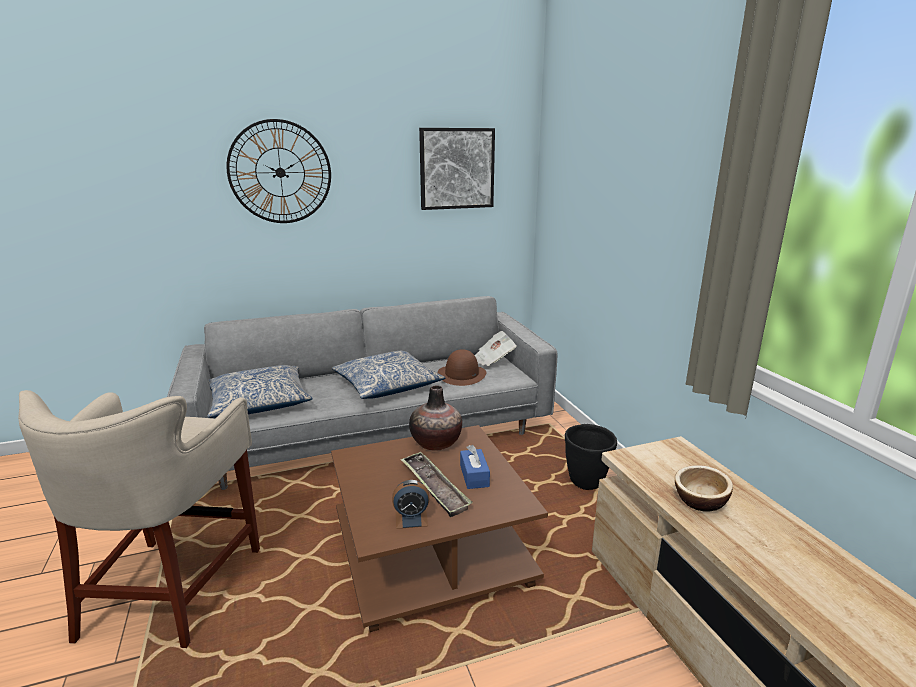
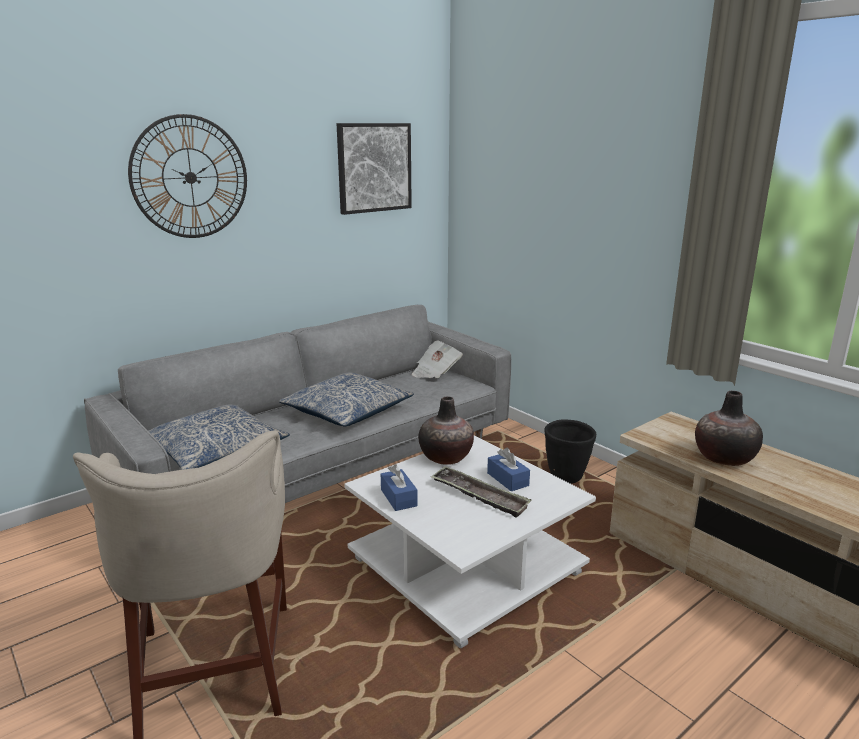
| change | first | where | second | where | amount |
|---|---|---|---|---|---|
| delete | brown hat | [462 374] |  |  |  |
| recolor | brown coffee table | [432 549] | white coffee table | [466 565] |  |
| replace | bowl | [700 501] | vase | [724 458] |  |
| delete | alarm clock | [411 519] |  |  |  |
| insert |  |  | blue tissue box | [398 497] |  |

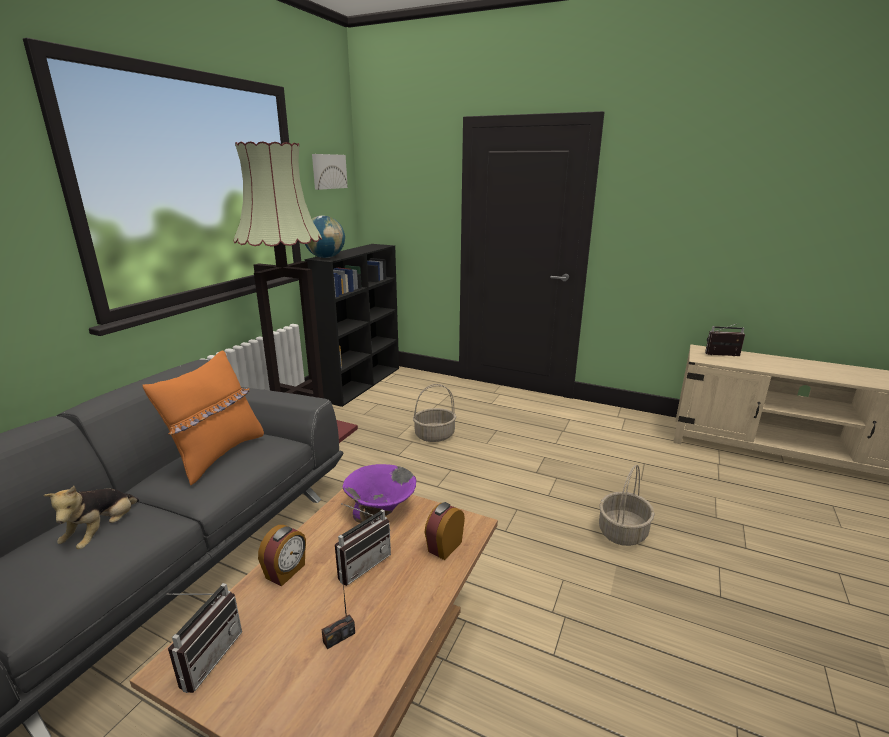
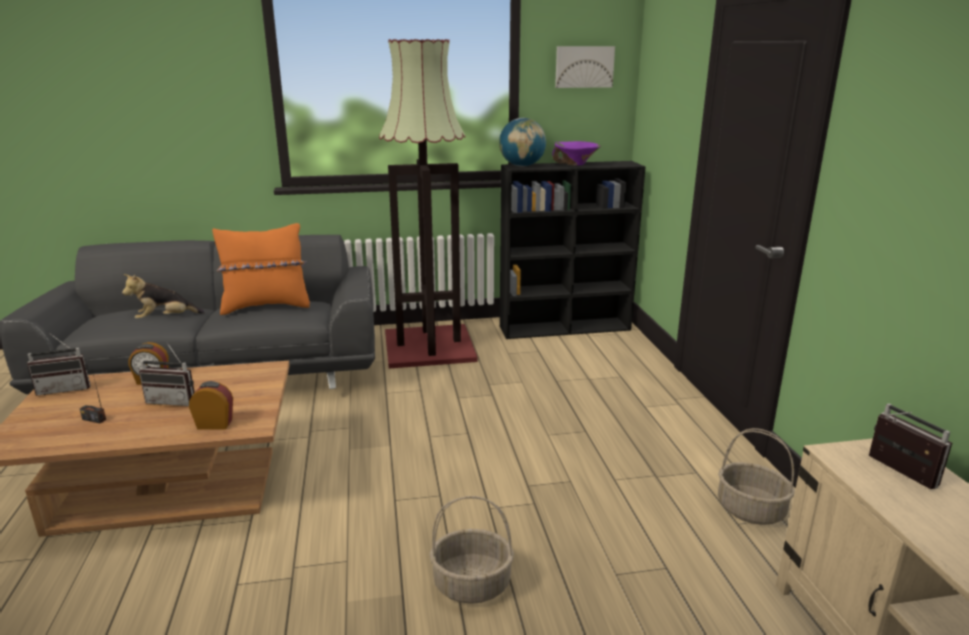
| change | first | where | second | where | amount |
|---|---|---|---|---|---|
| move | basket | [435 435] |  | [751 510] |  |
| move | purple bowl | [381 509] |  | [575 164] |  |

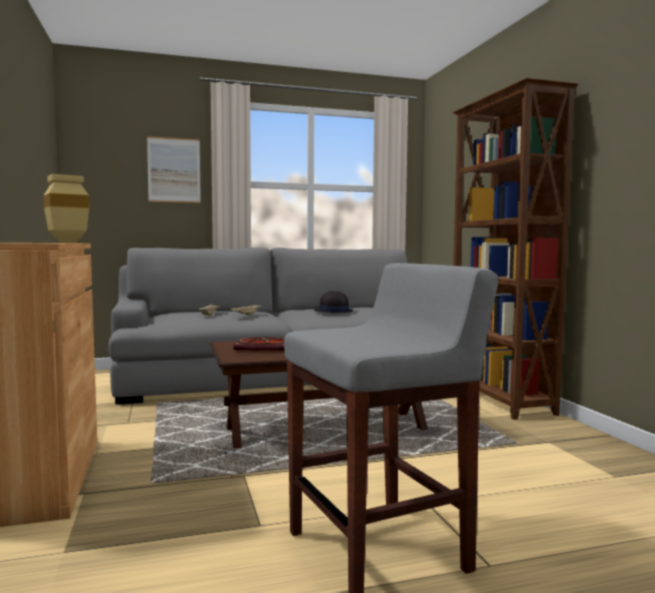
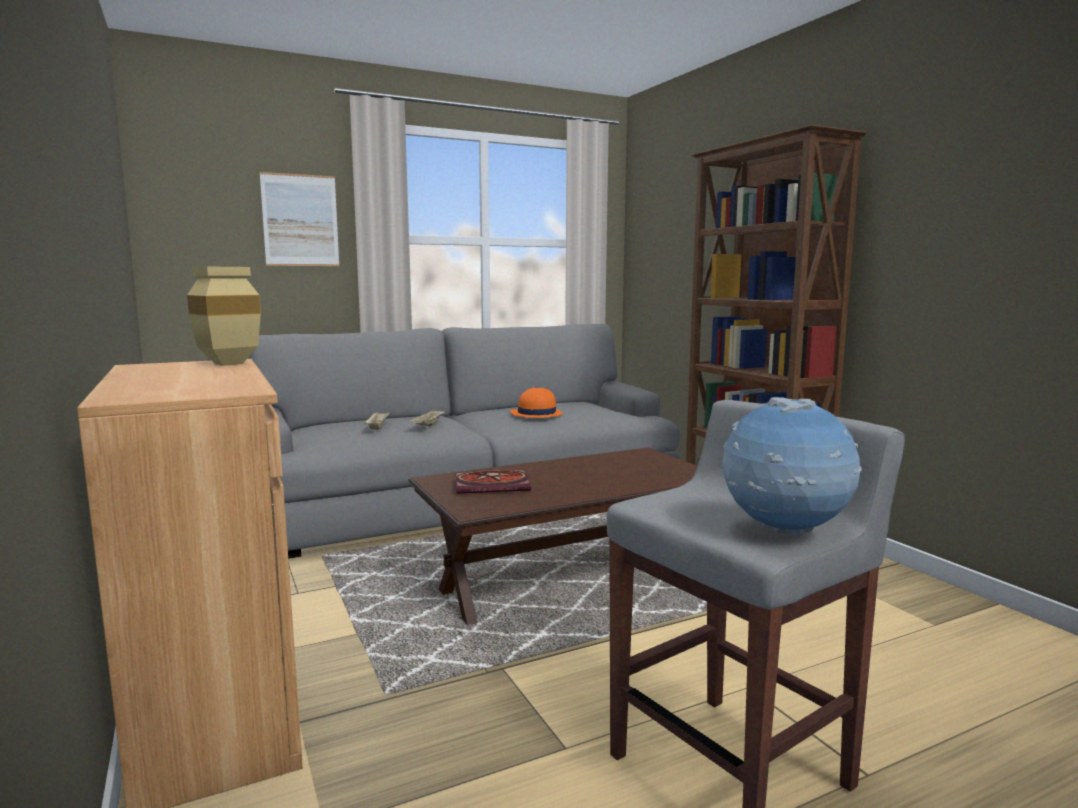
| change | first | where | second | where | amount |
|---|---|---|---|---|---|
| recolor | black hat | [333 311] | orange hat | [536 414] |  |
| insert |  |  | globe | [784 533] |  |

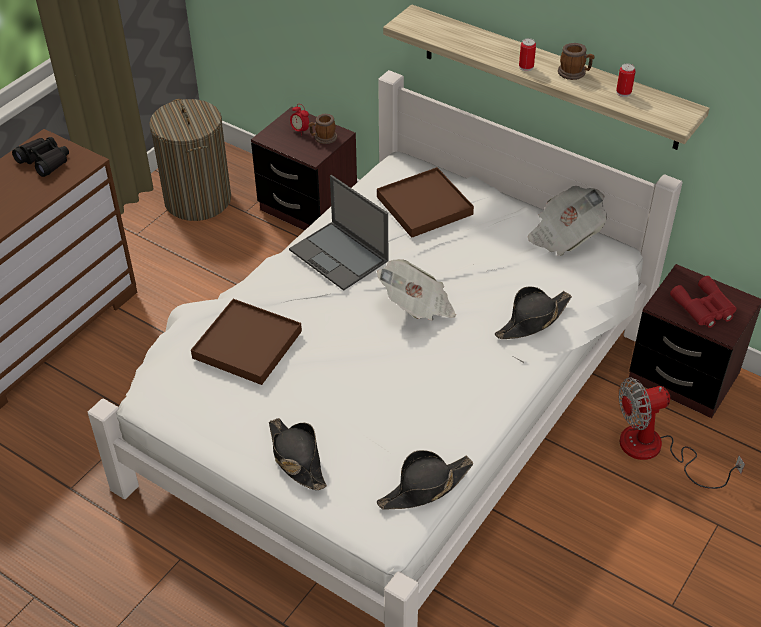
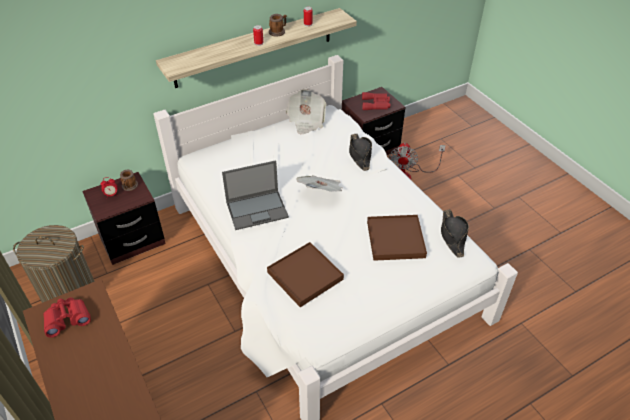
| change | first | where | second | where | amount |
|---|---|---|---|---|---|
| recolor | black binoculars | [44 161] | red binoculars | [67 319] |  |
| move | brown tray | [424 205] |  | [395 239] |  |
| delete | black hat | [296 458] |  |  |  |

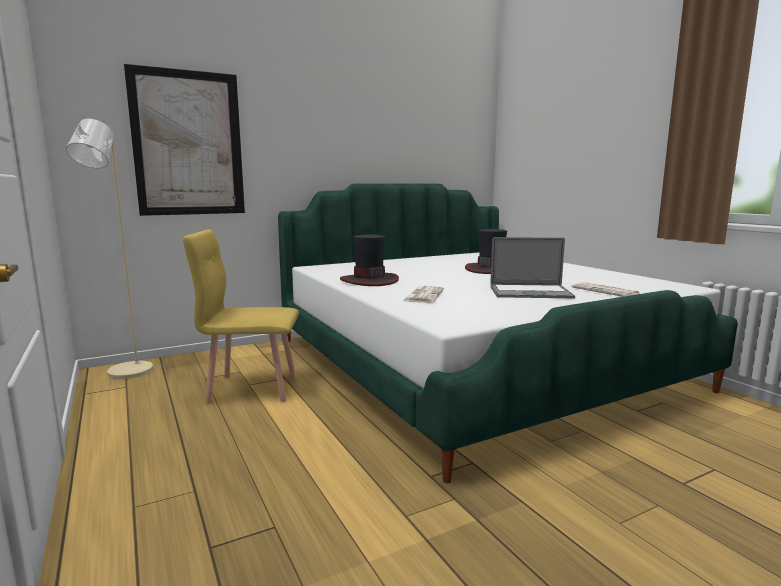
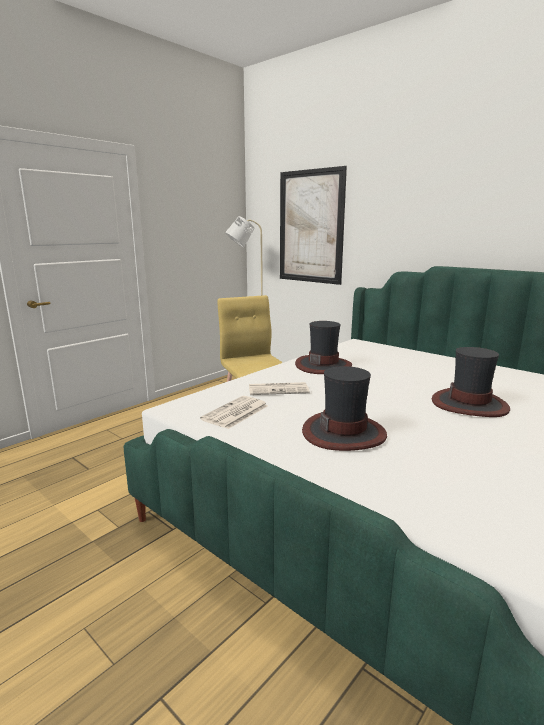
| change | first | where | second | where | amount |
|---|---|---|---|---|---|
| replace | laptop | [530 292] | hat | [344 433] |  |
| move | newspaper | [606 291] |  | [235 413] |  |

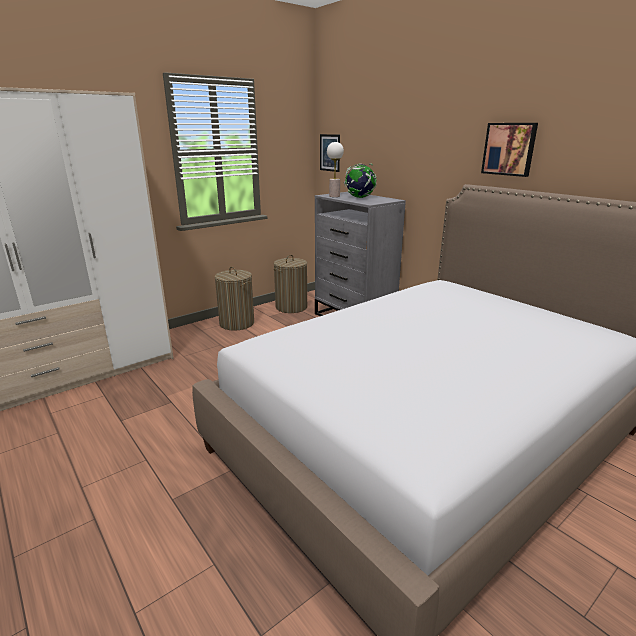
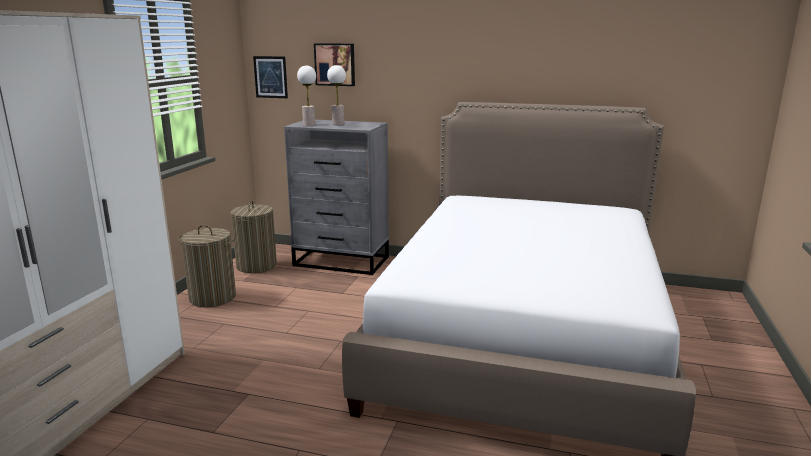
| change | first | where | second | where | amount |
|---|---|---|---|---|---|
| move | picture | [509 149] |  | [335 64] |  |
| replace | globe | [359 197] | table lamp | [338 124] |  |

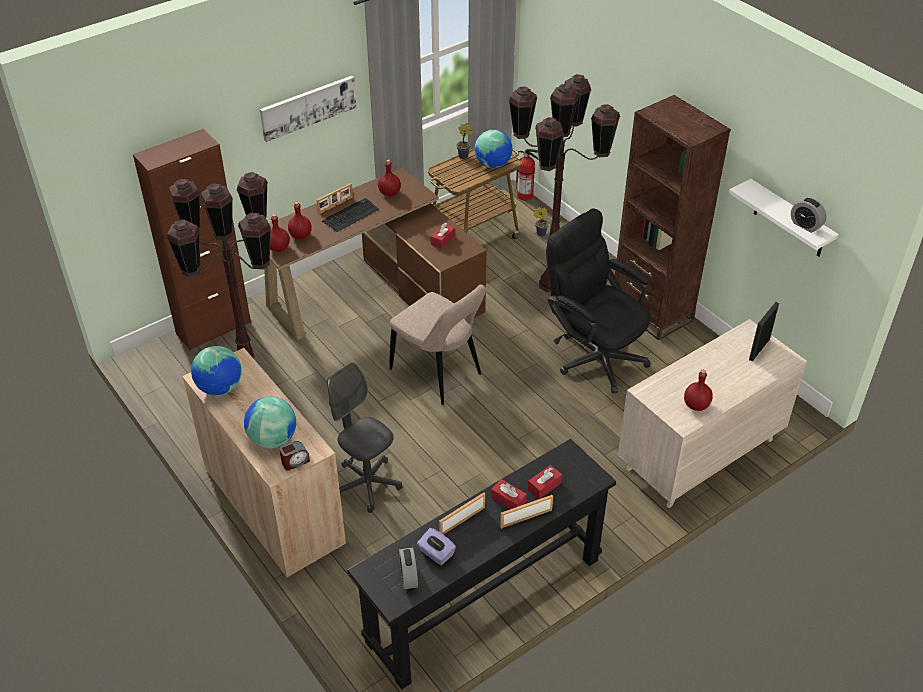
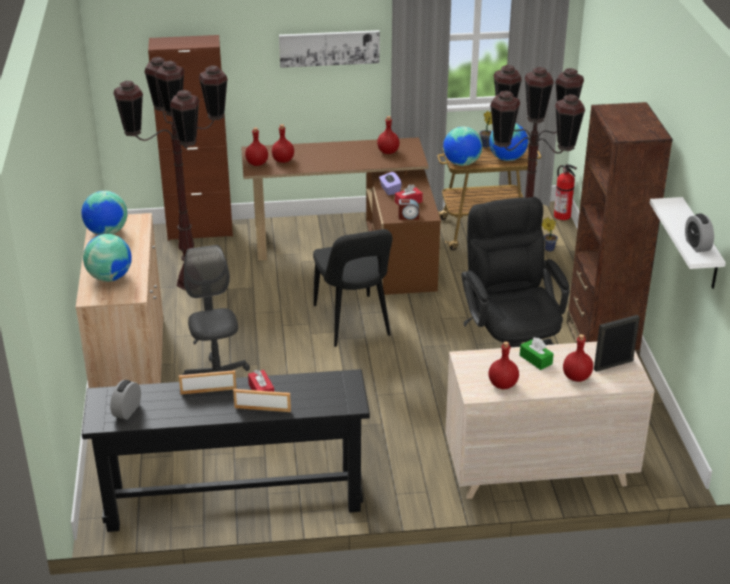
| change | first | where | second | where | amount |
|---|---|---|---|---|---|
| delete | picture frame | [336 205] |  |  |  |
| delete | keyboard | [350 215] |  |  |  |
| recolor | beige chair | [439 374] | black chair | [353 323] |  |
| move | alarm clock | [295 462] |  | [408 217] |  |
| delete | red tissue box | [544 486] |  |  |  |
| move | purple tissue box | [436 553] |  | [390 190] |  |
| insert |  |  | globe | [461 163] |  |
| insert |  |  | red bottle | [576 377] |  |
| insert |  |  | green tissue box | [535 359] |  |

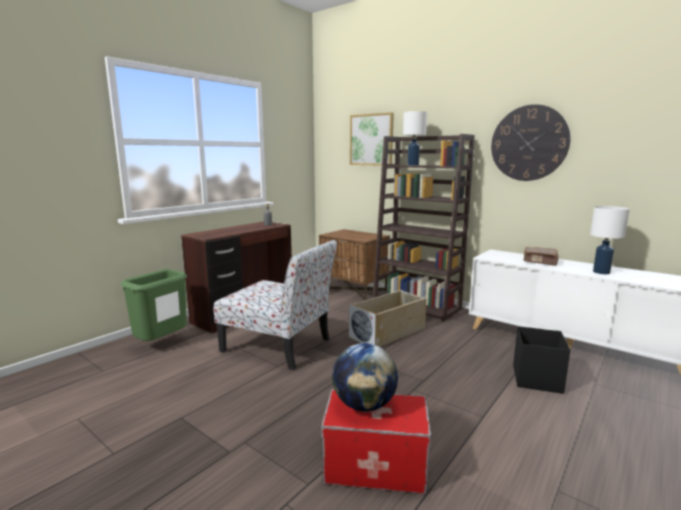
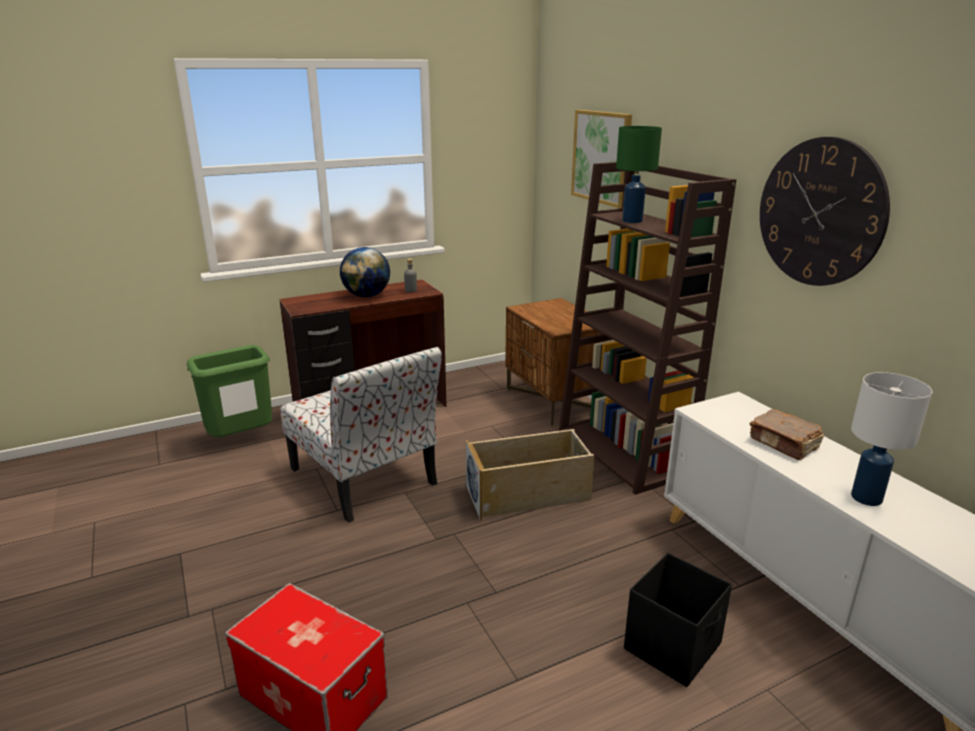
| change | first | where | second | where | amount |
|---|---|---|---|---|---|
| recolor | white table lamp | [413 165] | green table lamp | [631 221] |  |
| move | globe | [364 405] |  | [367 296] |  |

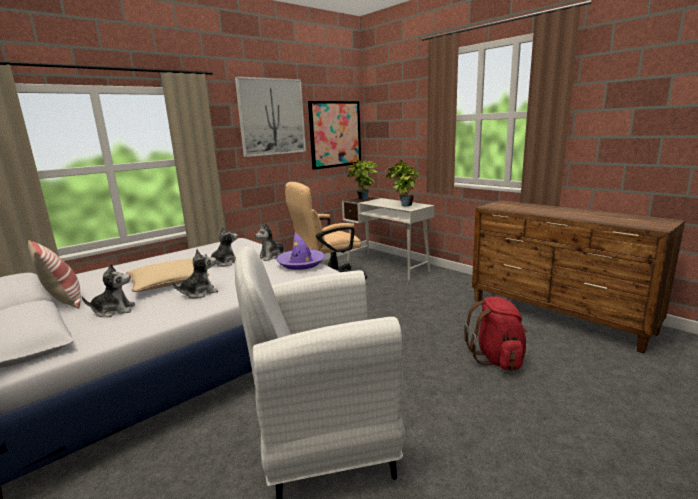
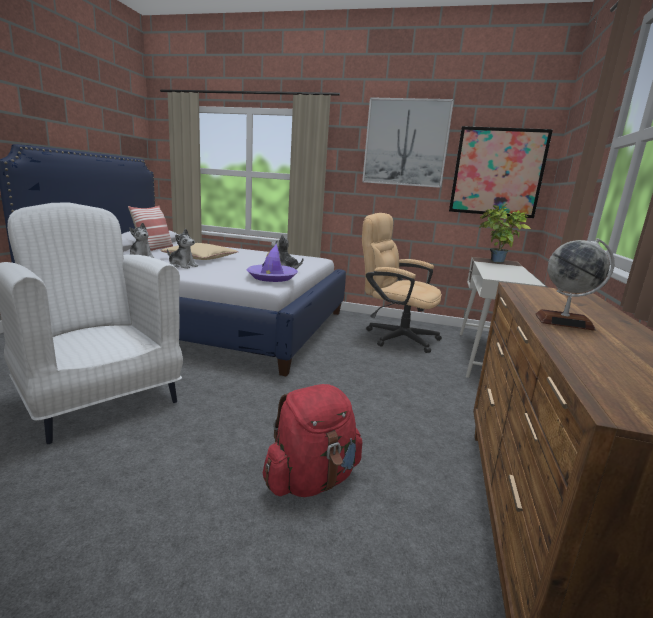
| change | first | where | second | where | amount |
|---|---|---|---|---|---|
| delete | potted plant | [403 205] |  |  |  |
| delete | plush toy | [224 263] |  |  |  |
| insert |  |  | globe | [564 322] |  |

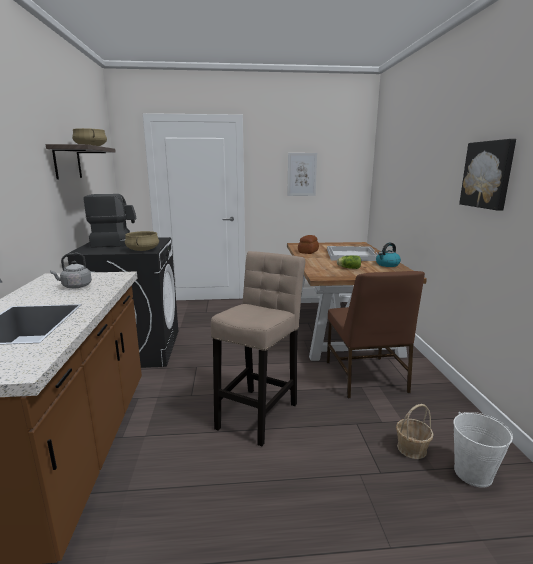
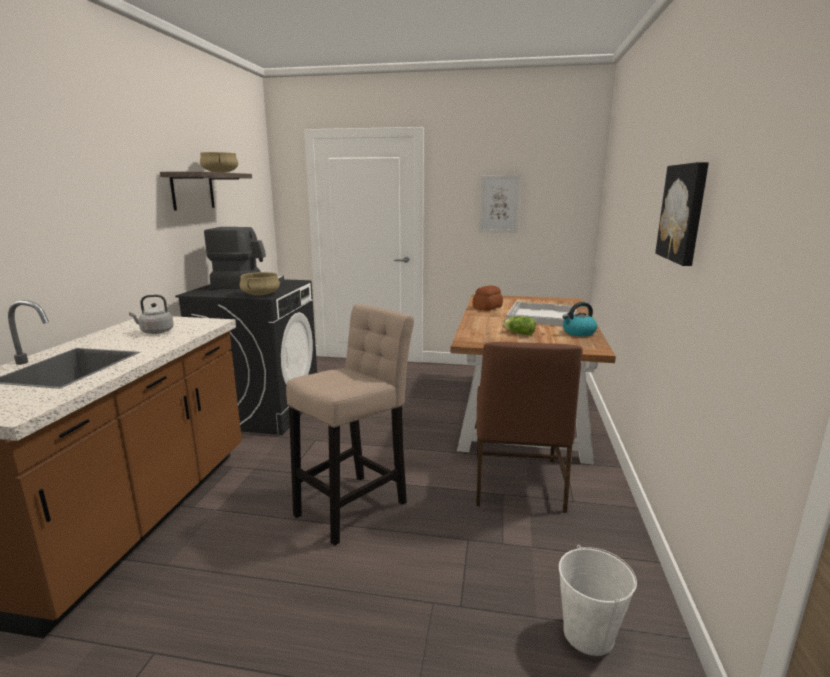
| change | first | where | second | where | amount |
|---|---|---|---|---|---|
| delete | basket | [411 448] |  |  |  |

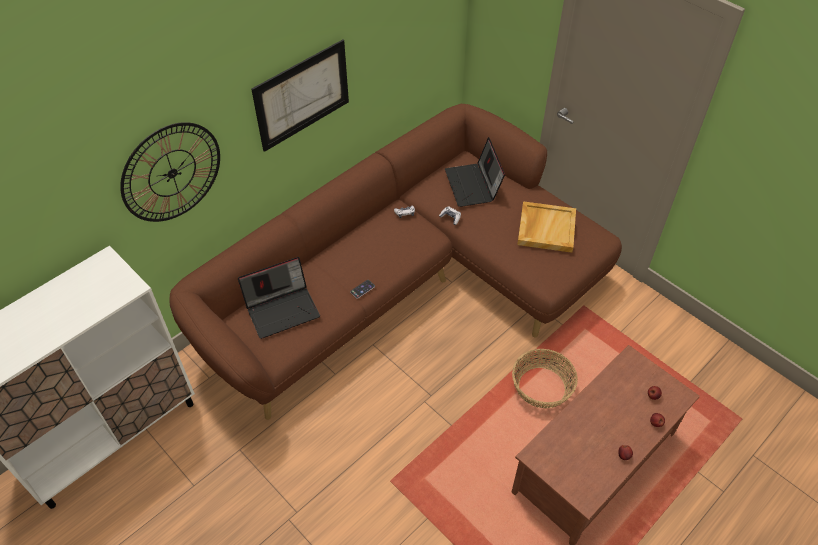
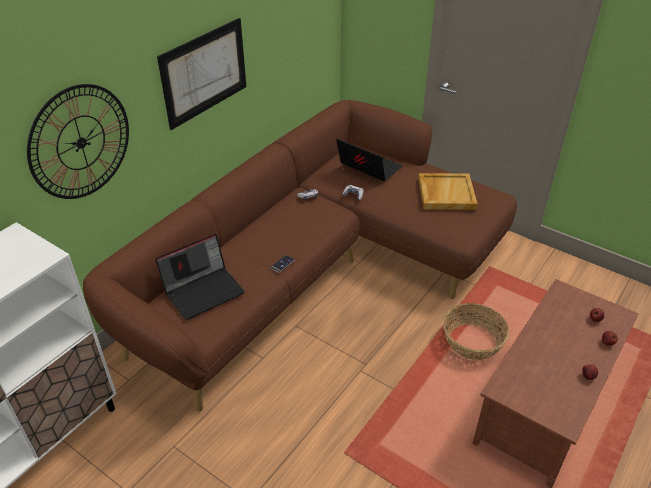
| change | first | where | second | where | amount |
|---|---|---|---|---|---|
| rotate | laptop | [473 186] |  | [368 167] | 150 degrees clockwise |

